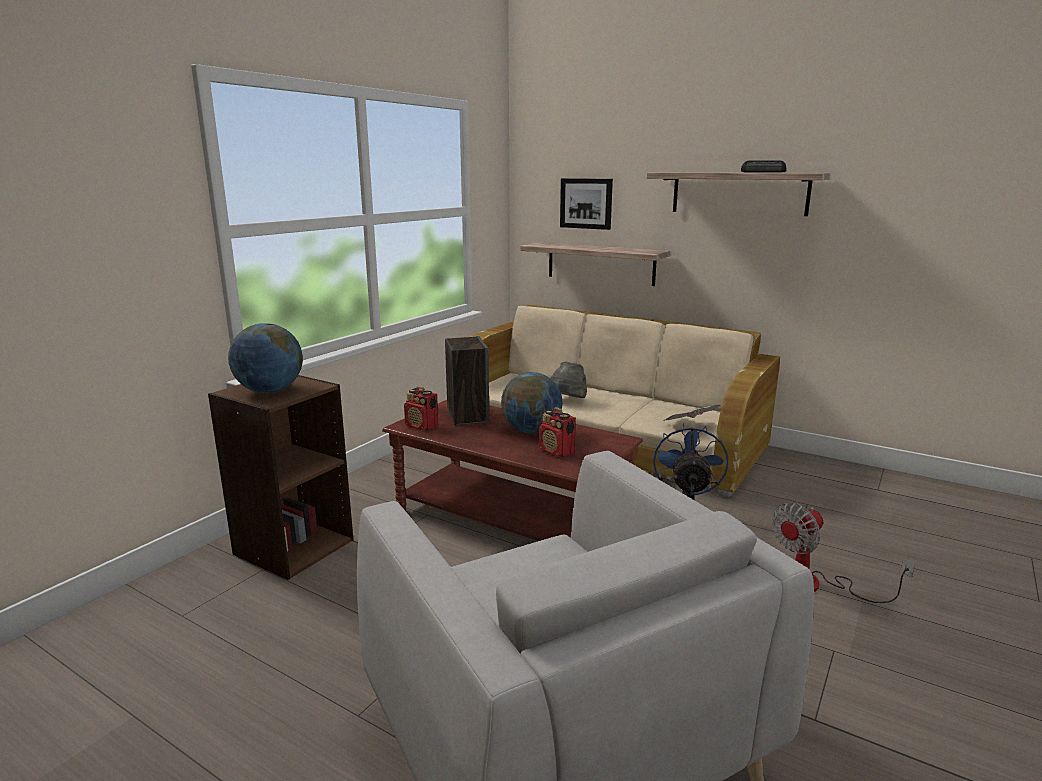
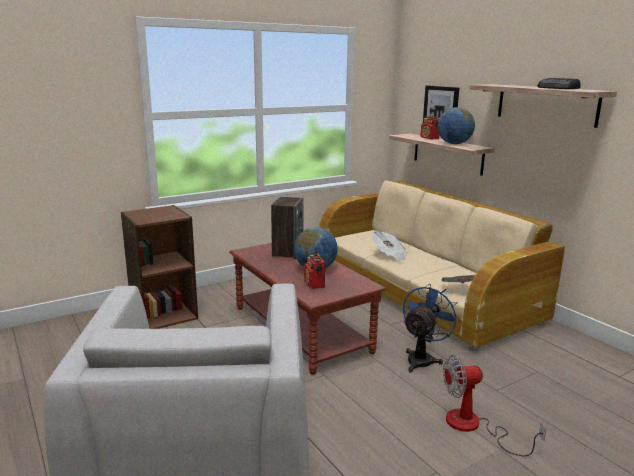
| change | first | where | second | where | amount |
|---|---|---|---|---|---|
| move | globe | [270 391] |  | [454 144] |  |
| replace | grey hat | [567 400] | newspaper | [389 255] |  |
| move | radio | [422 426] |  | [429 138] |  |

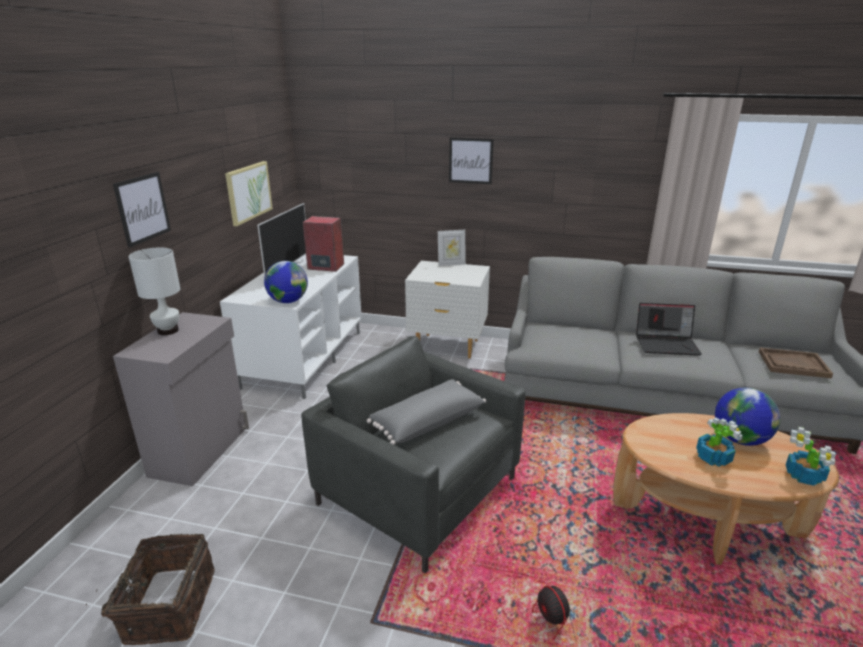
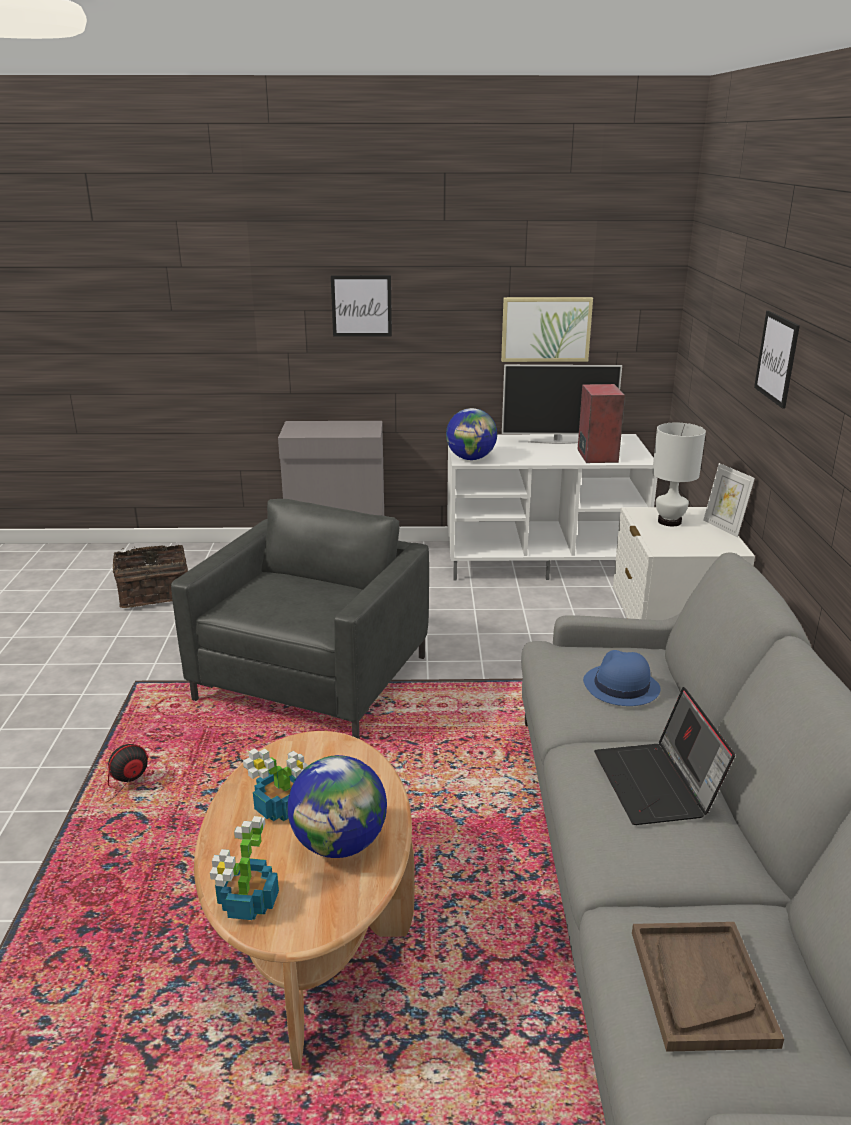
| change | first | where | second | where | amount |
|---|---|---|---|---|---|
| move | white table lamp | [167 331] |  | [669 521] |  |
| delete | grey pillow | [427 421] |  |  |  |
| insert |  |  | blue hat | [620 686] |  |

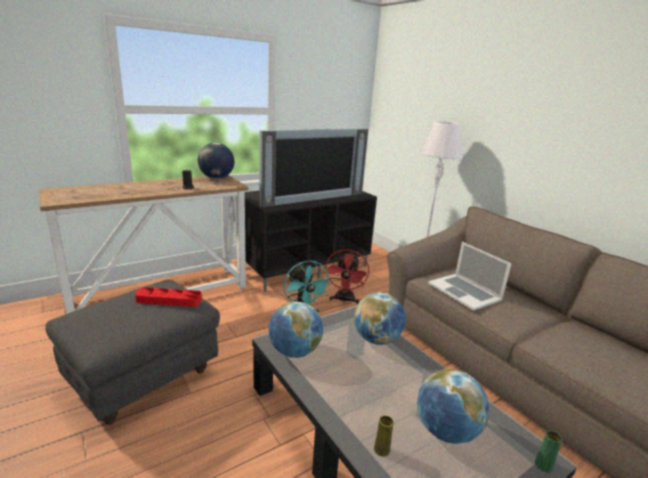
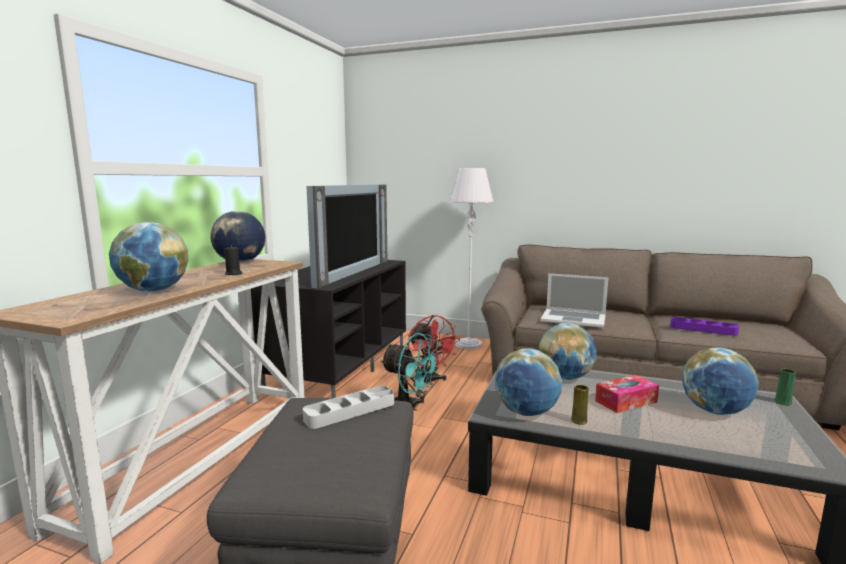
| change | first | where | second | where | amount |
|---|---|---|---|---|---|
| recolor | red tray | [169 300] | grey tray | [350 411] |  |
| move | yellow vase | [381 449] |  | [579 421] |  |
| insert |  |  | globe | [153 290] |  |
| insert |  |  | purple tray | [703 329] |  |
| insert |  |  | tissue box | [626 401] |  |

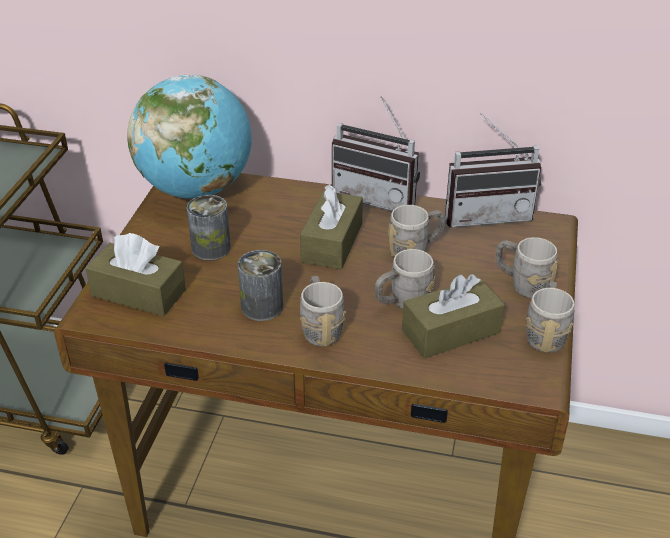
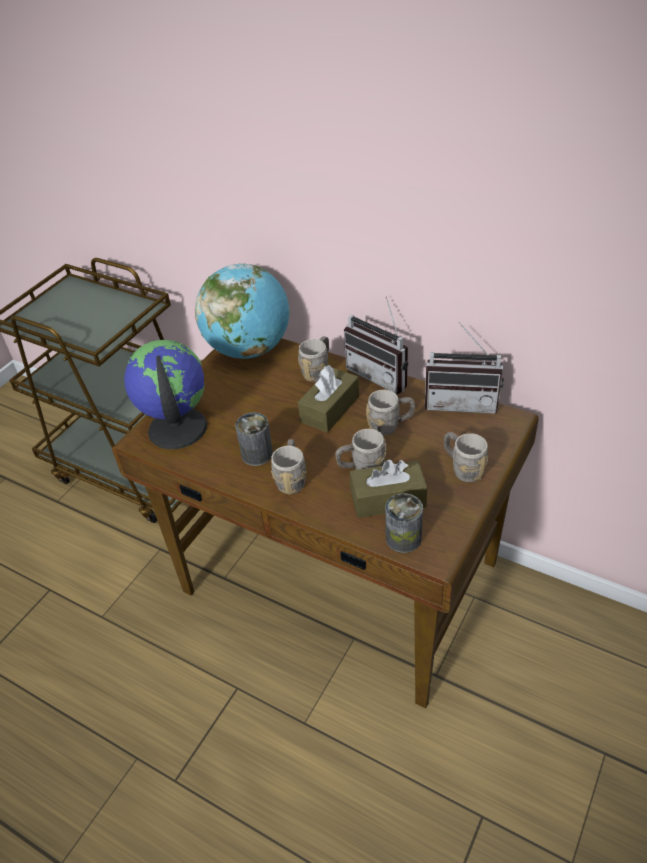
| change | first | where | second | where | amount |
|---|---|---|---|---|---|
| move | can | [211 248] |  | [403 538] |  |
| replace | brown tissue box | [138 293] | globe | [176 428] |  |
| move | grey mug | [545 334] |  | [317 370] |  |

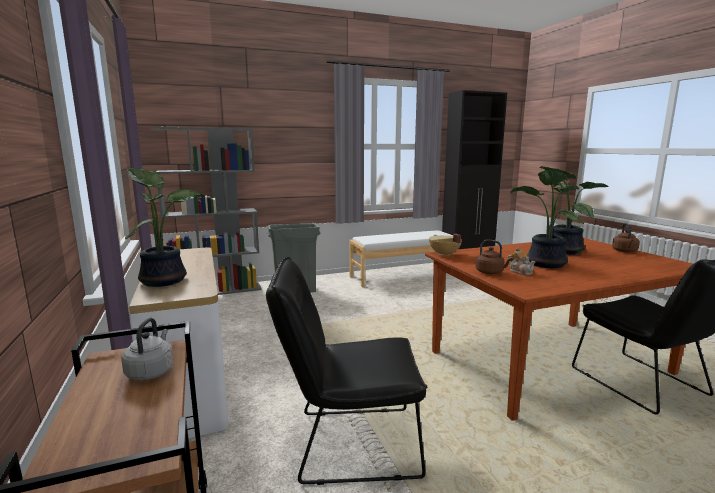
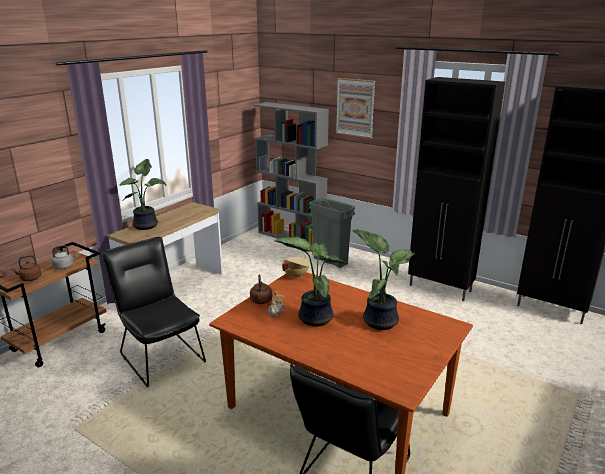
| change | first | where | second | where | amount |
|---|---|---|---|---|---|
| move | brown kettle | [625 251] |  | [29 278] |  |
| replace | white bench | [403 276] | black cabinet | [440 288] |  |
| insert |  |  | picture | [355 108] |  |

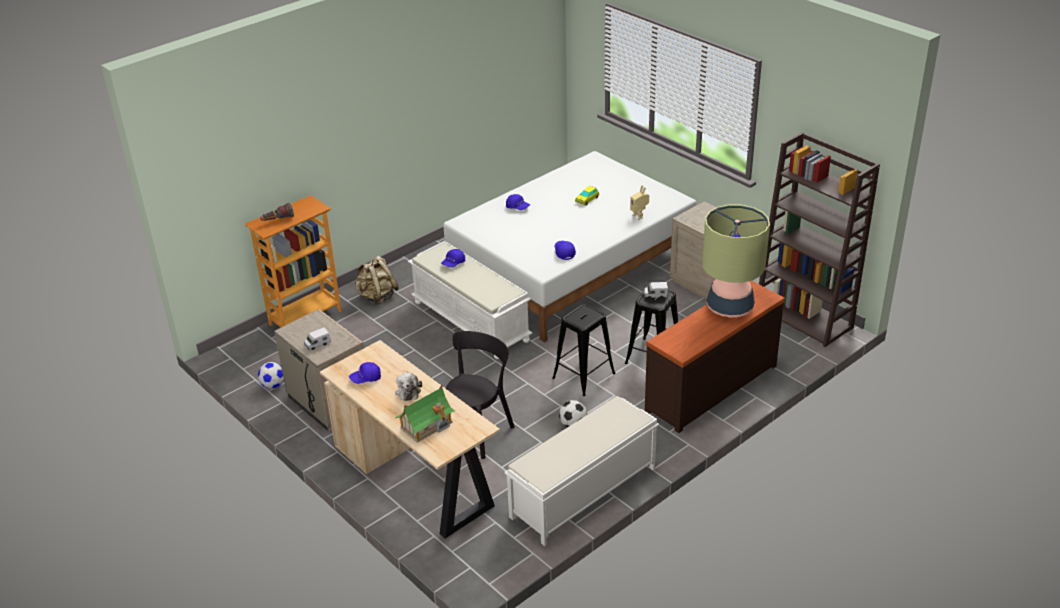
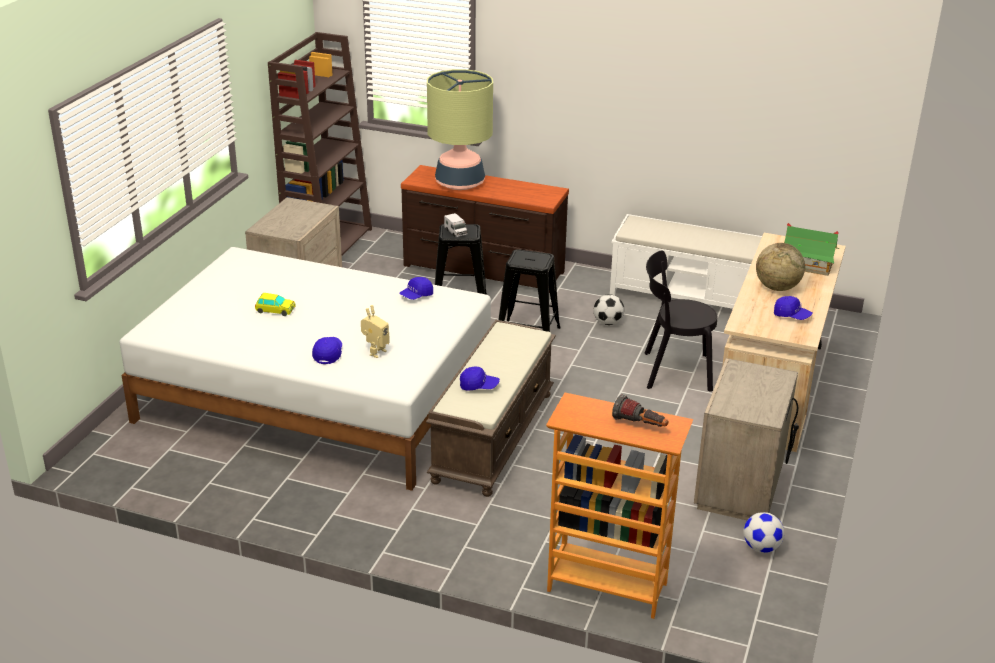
| change | first | where | second | where | amount |
|---|---|---|---|---|---|
| move | toy robot | [639 216] |  | [375 352] |  |
| recolor | white bench | [472 321] | brown bench | [492 436] |  |
| delete | beige backpack | [377 297] |  |  |  |
| delete | toy truck | [317 344] |  |  |  |
| replace | plush toy | [408 391] | globe | [777 287] |  |

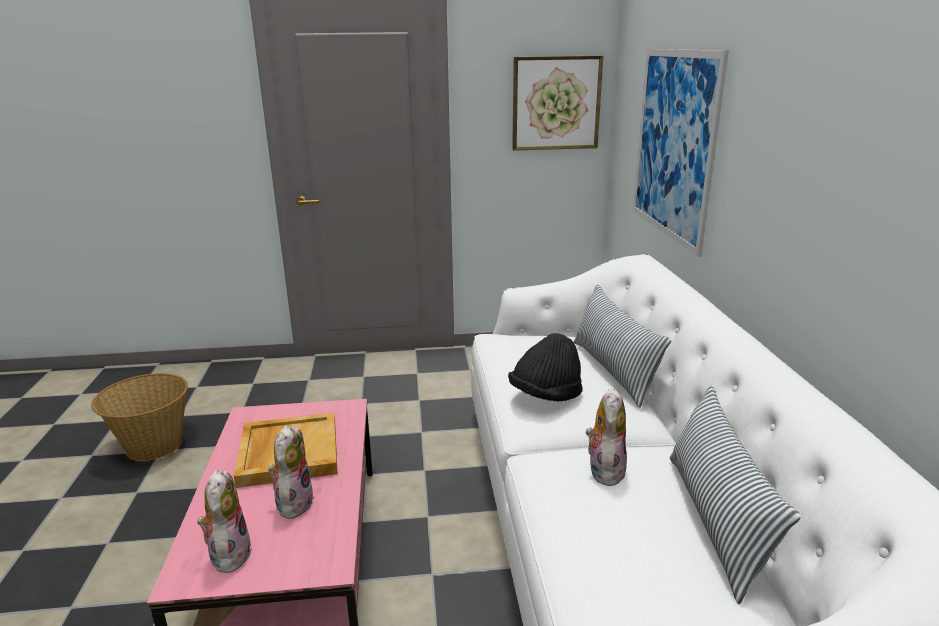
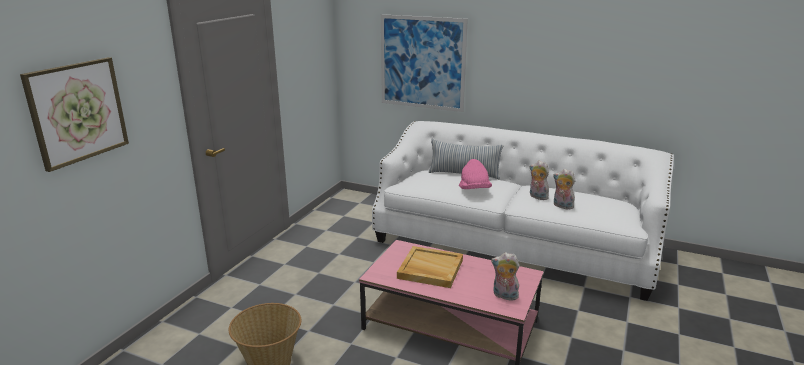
| change | first | where | second | where | amount |
|---|---|---|---|---|---|
| move | picture | [556 103] |  | [77 112] |  |
| recolor | black hat | [545 395] | pink hat | [474 190] |  |
| delete | pillow | [715 521] |  |  |  |
| move | plush toy | [293 502] |  | [562 206] |  |

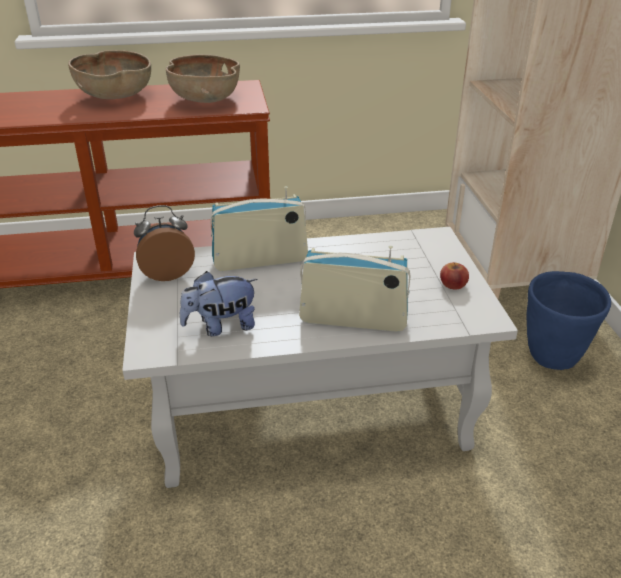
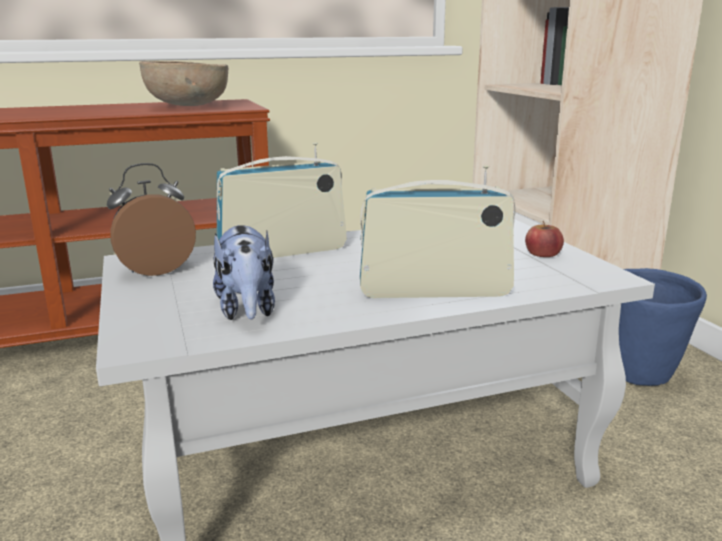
| change | first | where | second | where | amount |
|---|---|---|---|---|---|
| delete | brown bowl | [115 96] |  |  |  |
| rotate | plush toy | [221 326] |  | [247 310] | 75 degrees counterclockwise |

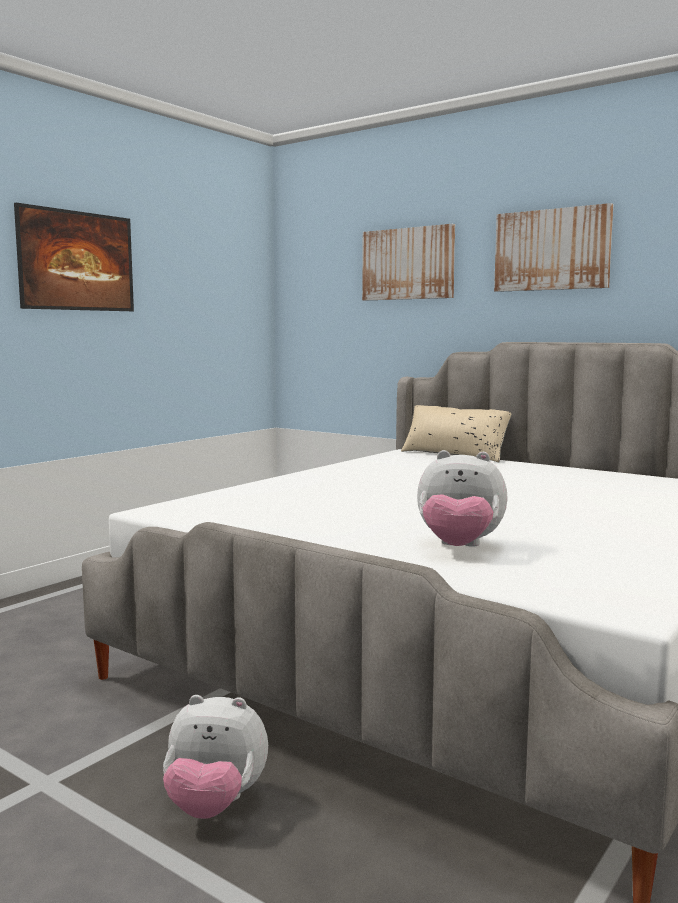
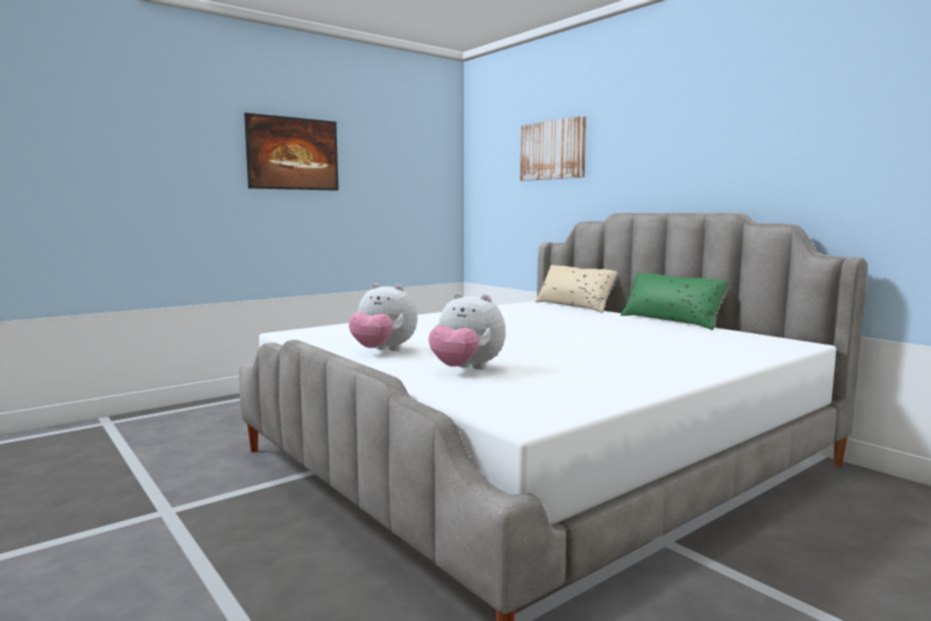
| change | first | where | second | where | amount |
|---|---|---|---|---|---|
| delete | picture | [552 250] |  |  |  |
| move | plush toy | [215 805] |  | [383 351] |  |
| insert |  |  | green pillow | [671 321] |  |

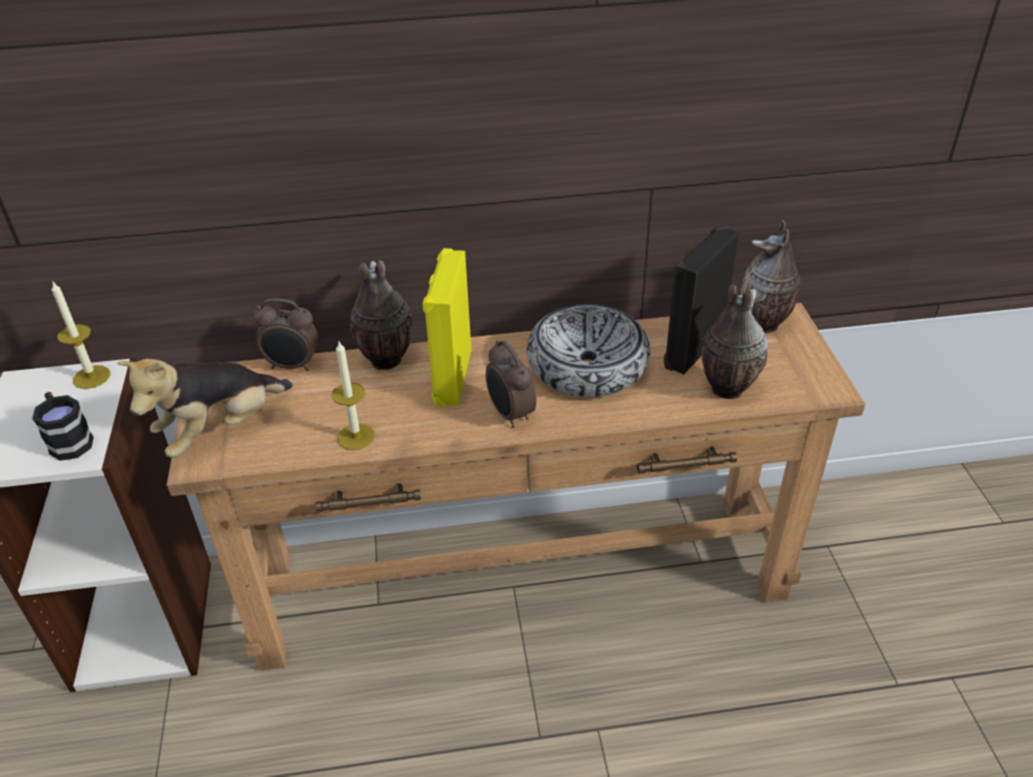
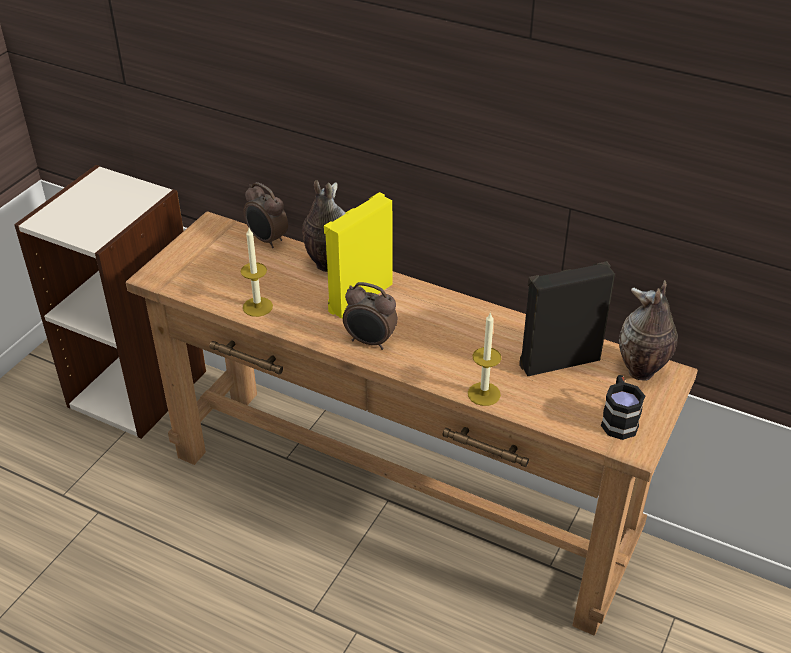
| change | first | where | second | where | amount |
|---|---|---|---|---|---|
| move | candle | [91 377] |  | [484 394] |  |
| delete | vase | [725 389] |  |  |  |
| delete | bowl | [587 365] |  |  |  |
| rotate | alarm clock | [510 414] |  | [370 342] | 75 degrees counterclockwise |
| delete | plush toy | [220 430] |  |  |  |
| move | black mug | [69 439] |  | [618 419] |  |

